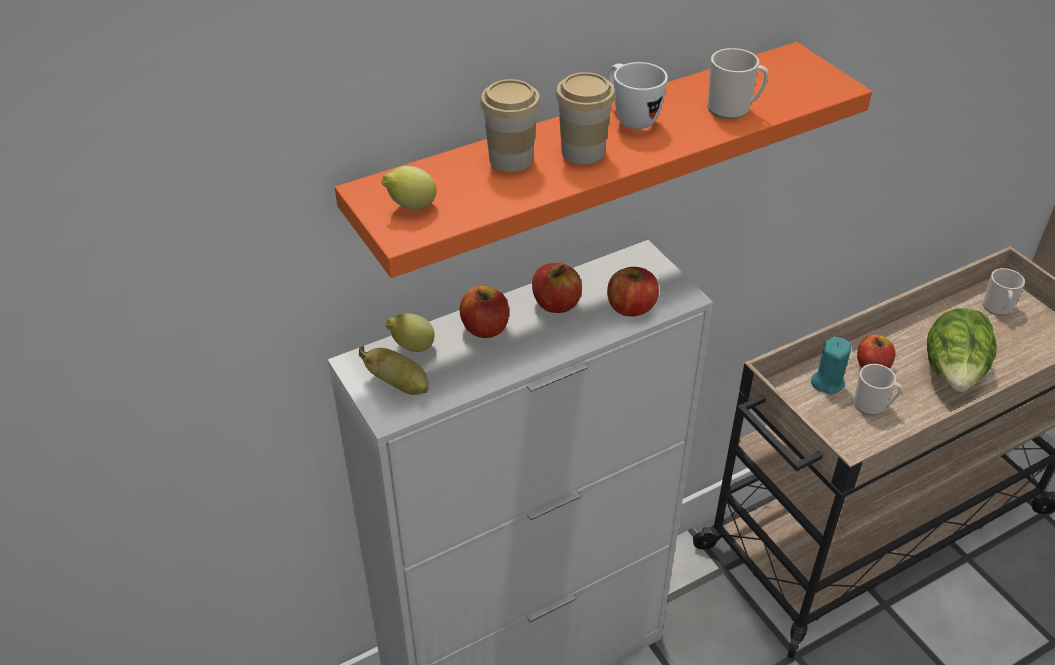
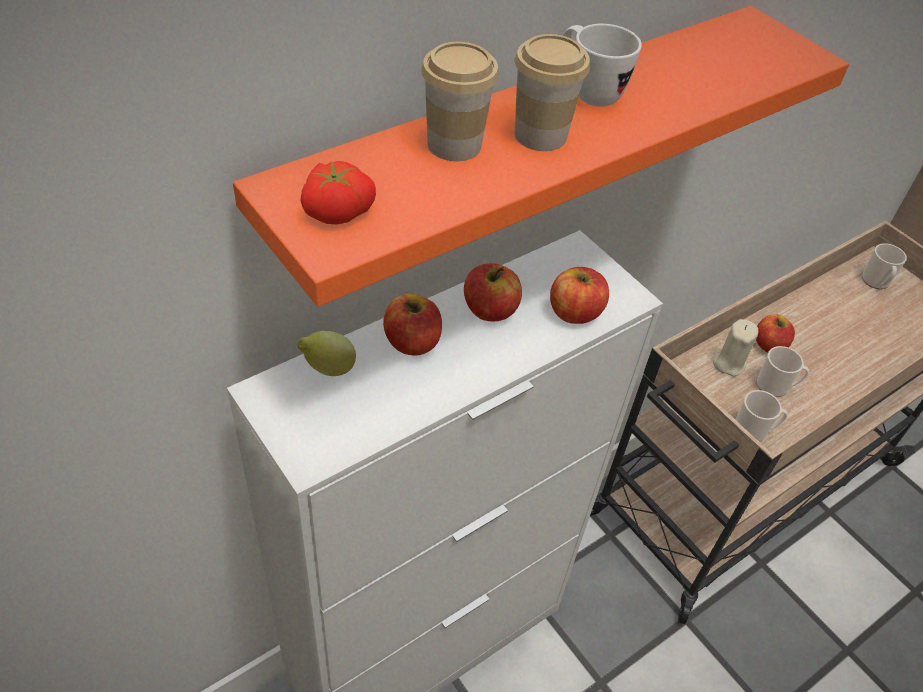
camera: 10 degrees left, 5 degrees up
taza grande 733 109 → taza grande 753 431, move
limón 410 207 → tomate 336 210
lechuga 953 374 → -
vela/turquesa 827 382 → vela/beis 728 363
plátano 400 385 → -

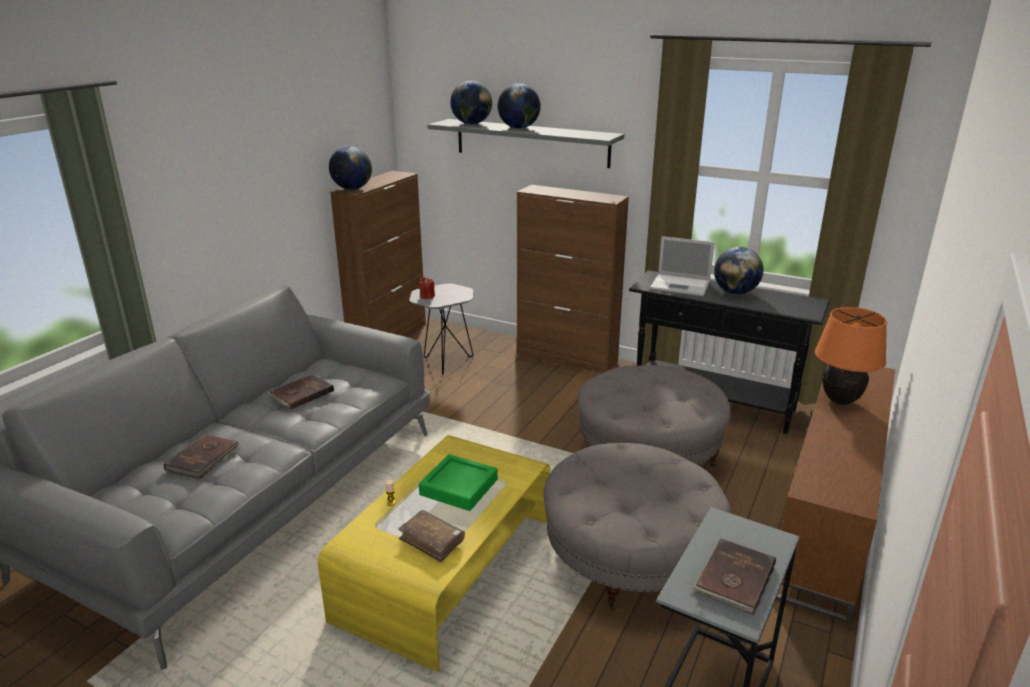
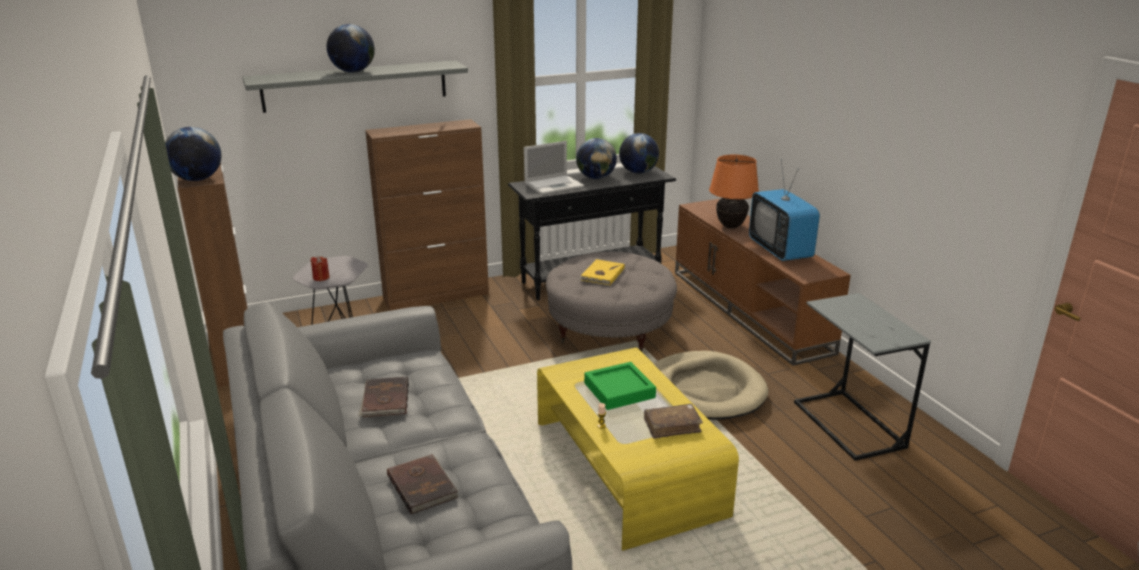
camera: 50 degrees left, 0 degrees up
globo terráqueo 471 124 → globo terráqueo 638 172, move
puf/gris 630 556 → cama para perro/beis 706 390
libro/marrón 733 578 → -
- → televisor 780 250
- → libro/amarillo 601 274

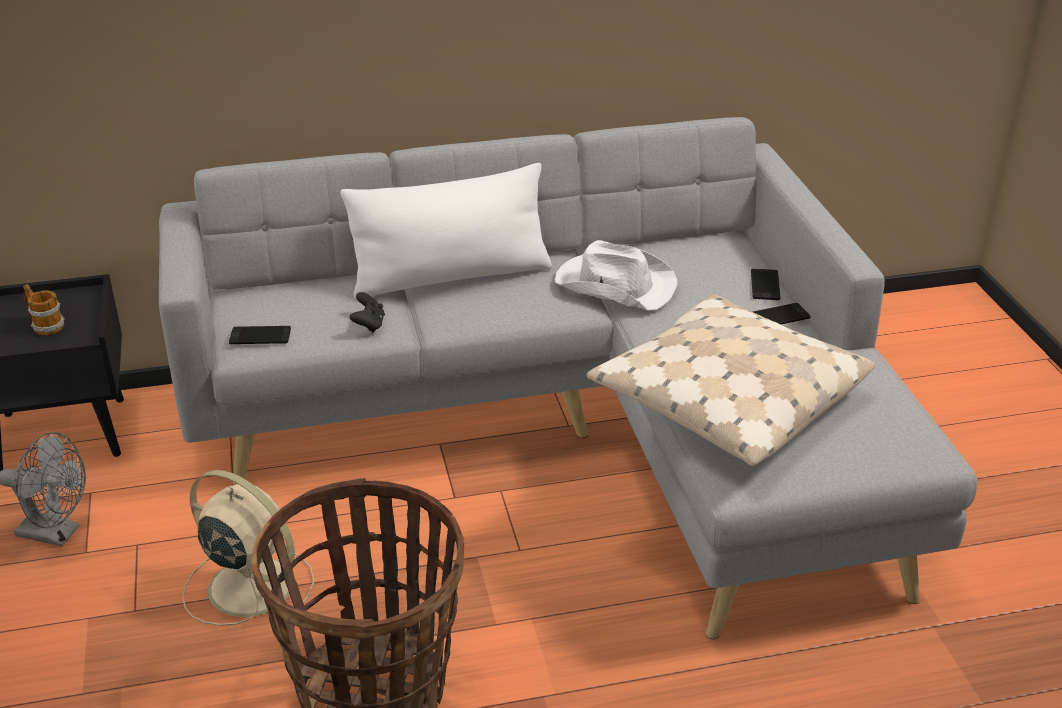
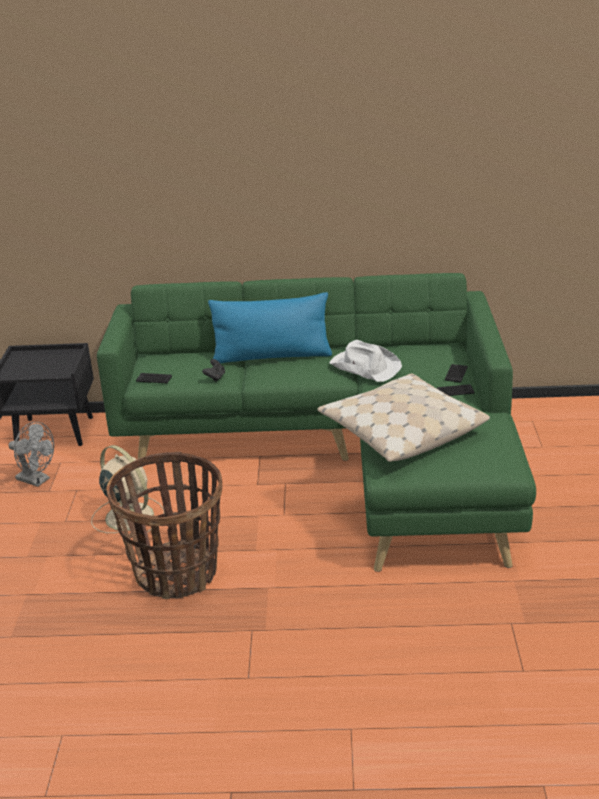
camera: 15 degrees right, 5 degrees down
sofá/gris 582 438 → sofá/verde 344 460
cojín/blanco 451 276 → cojín/azul 272 356
taza grande 44 325 → -

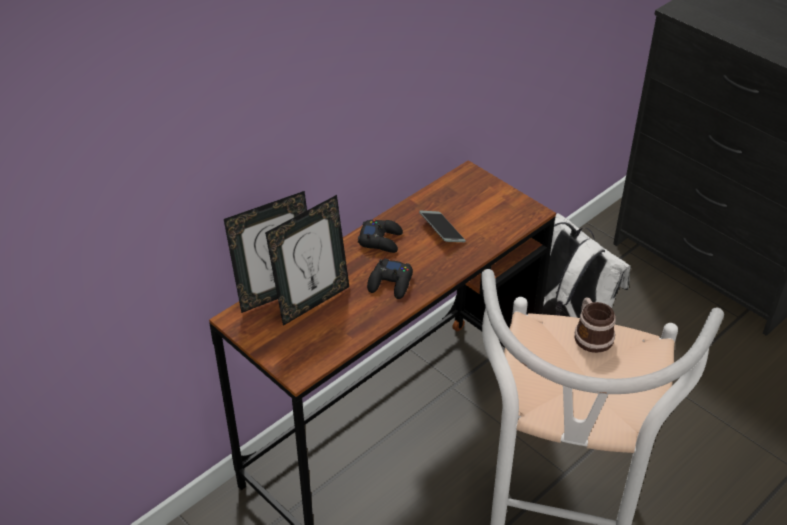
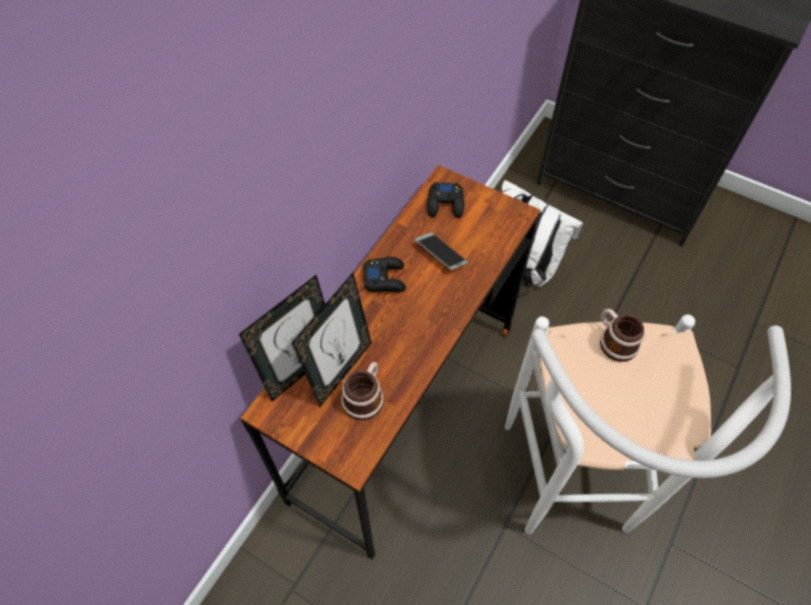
camera: 15 degrees left, 15 degrees up
mando de consola/negro 391 283 → mando de consola/negro 445 204, move
- → taza grande 365 396

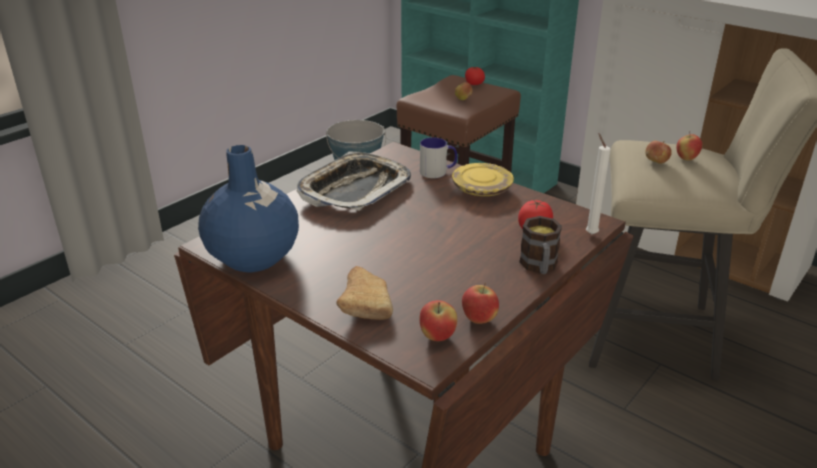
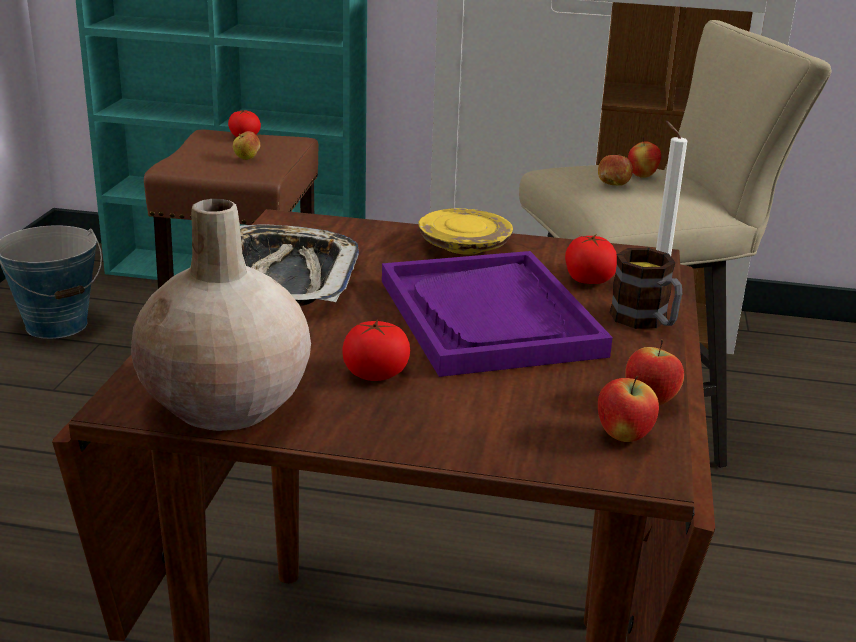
camera: 30 degrees left, 5 degrees down
taza grande 438 172 → -
florero/azul 253 257 → florero/beis 226 405
pan 365 302 → -
- → bandeja/morado 489 317
- → tomate 376 374

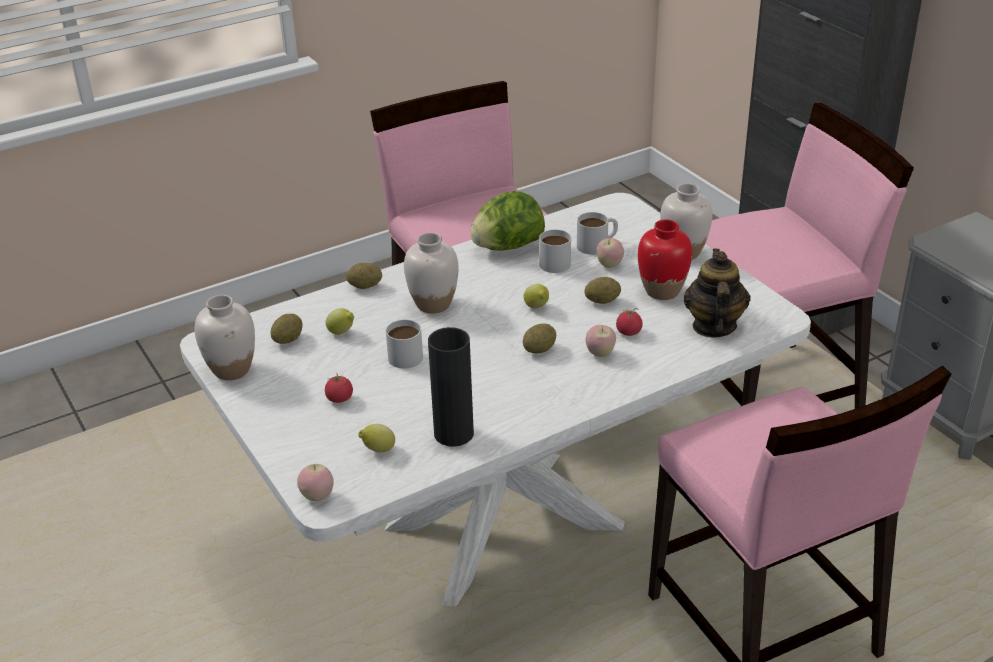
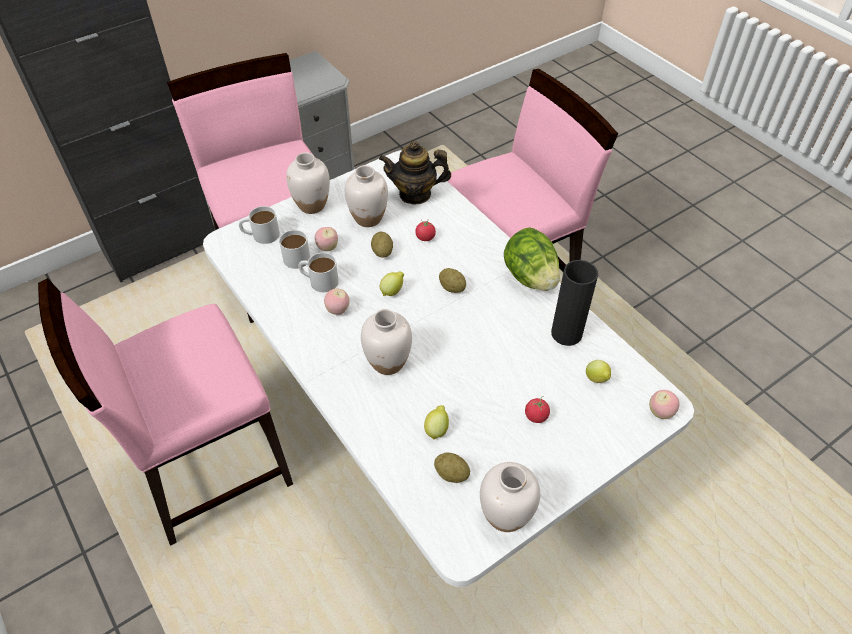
camera: 95 degrees left, 15 degrees up
lechuga 507 247 → lechuga 530 277, move
florero/rojo 662 291 → florero/blanco 368 218
patata 365 286 → -
taza grande/blanco 406 353 → taza grande/blanco 260 234, move
manzana 600 353 → manzana 338 310, move

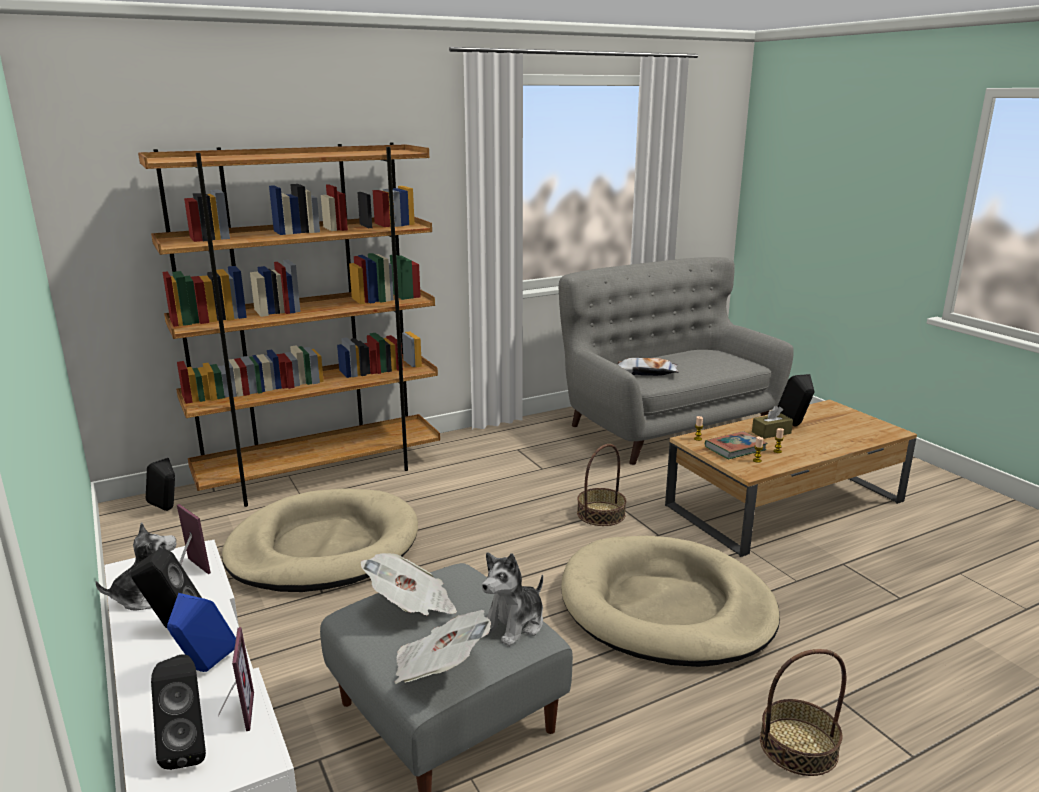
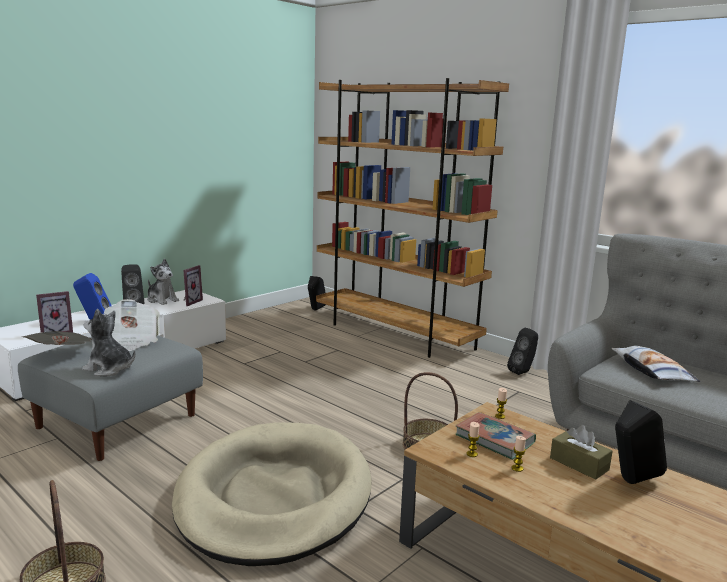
camera: 70 degrees right, 5 degrees down
cama para perro/beis 323 547 → -
altavoz/negro 188 748 → altavoz/negro 523 372, move

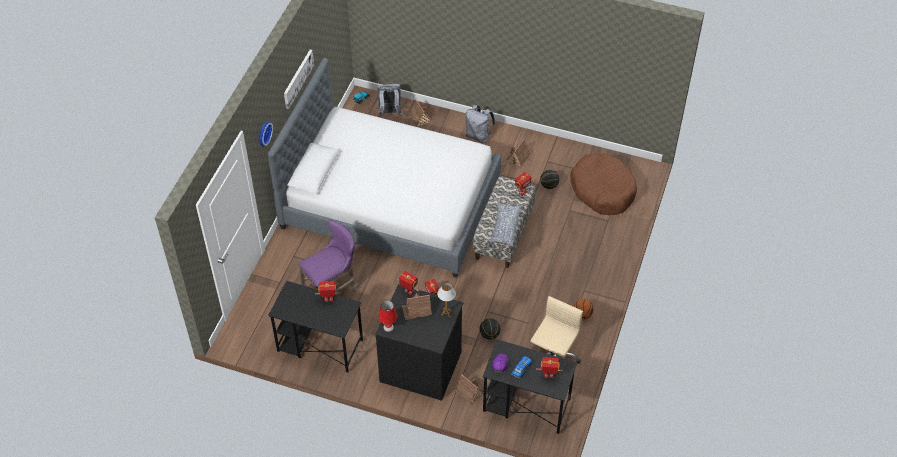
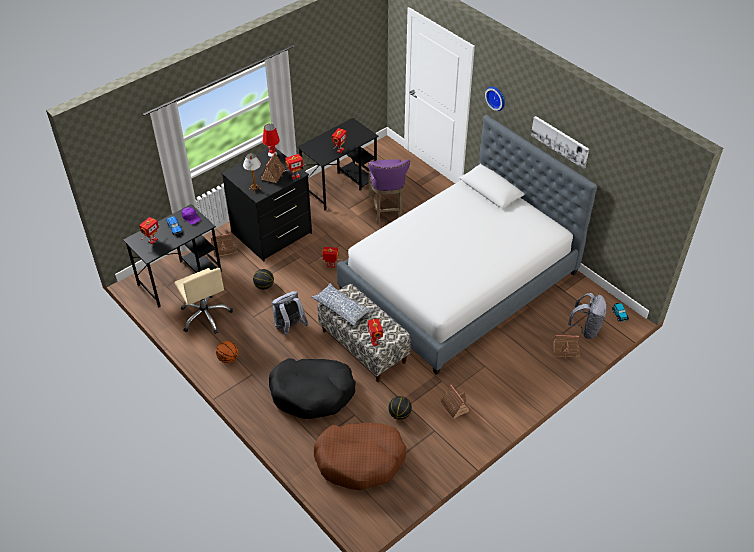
camera: 120 degrees right, 5 degrees down
mochila/gris 478 136 → mochila/gris 289 327, move
- → cama para perro/negro 312 393

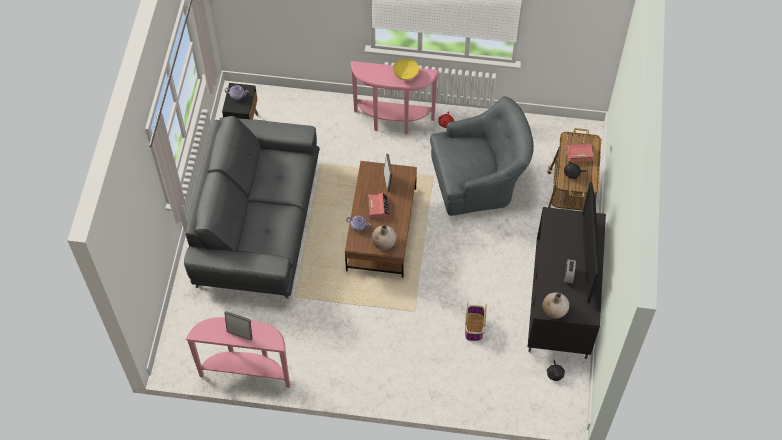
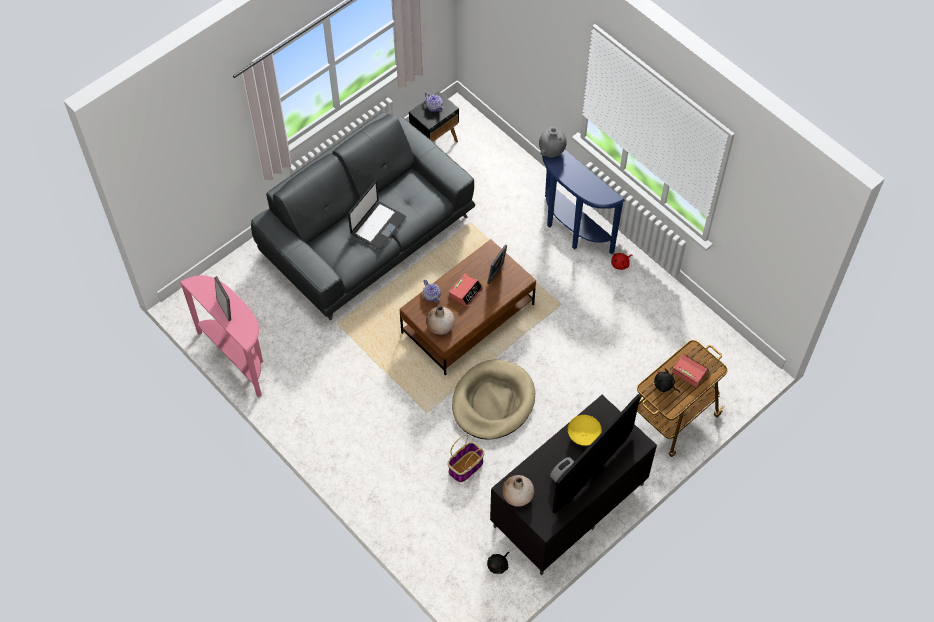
camera: 40 degrees right, 0 degrees up
cuenco/amarillo 406 74 → cuenco/amarillo 584 435, move
mesa consola/rosa 393 122 → mesa consola/azul 571 230
sillón/gris 479 180 → -
- → florero/gris 552 151
- → portátil 377 225
- → cama para perro/beis 493 401

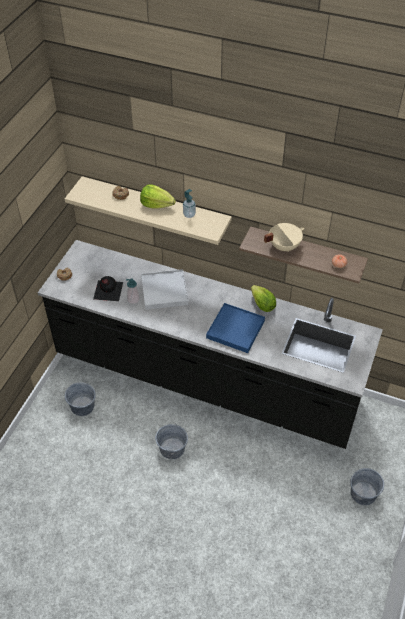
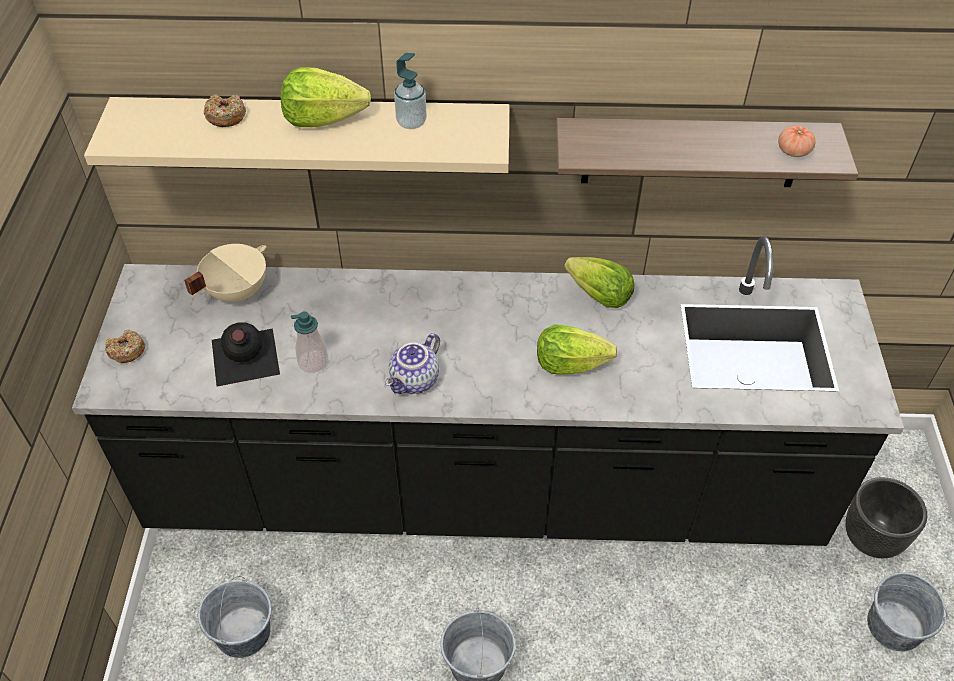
camera: 20 degrees left, 0 degrees up
olla/beis 283 246 → olla/beis 236 291, move
bandeja/blanco 164 291 → -
bandeja/azul 235 329 → lechuga 569 364
- → tetera 415 381
- → maceta/negro 870 538

